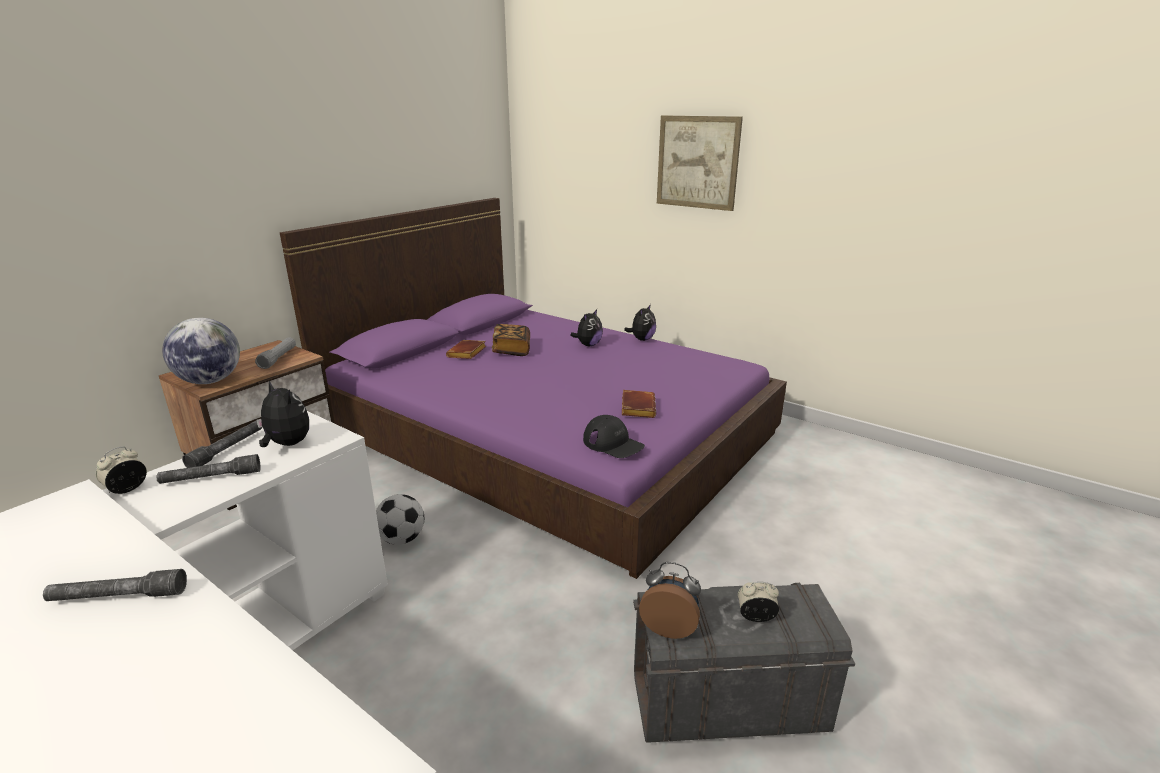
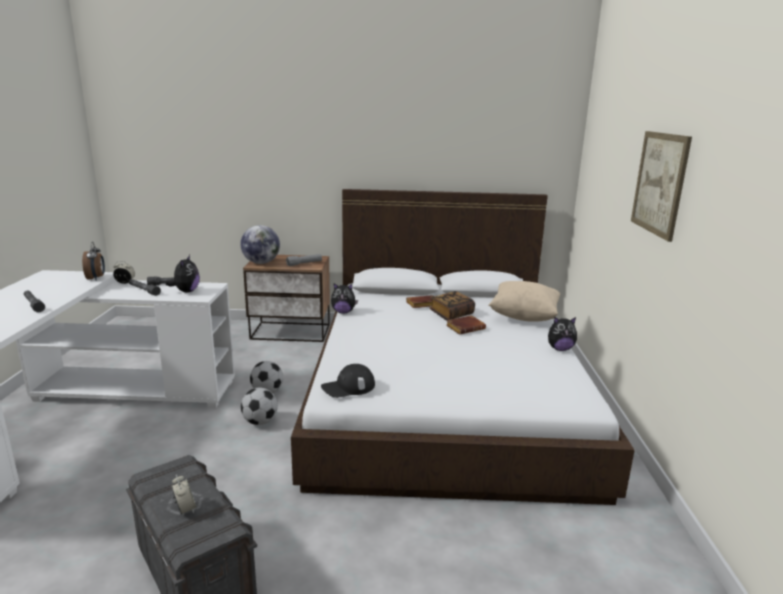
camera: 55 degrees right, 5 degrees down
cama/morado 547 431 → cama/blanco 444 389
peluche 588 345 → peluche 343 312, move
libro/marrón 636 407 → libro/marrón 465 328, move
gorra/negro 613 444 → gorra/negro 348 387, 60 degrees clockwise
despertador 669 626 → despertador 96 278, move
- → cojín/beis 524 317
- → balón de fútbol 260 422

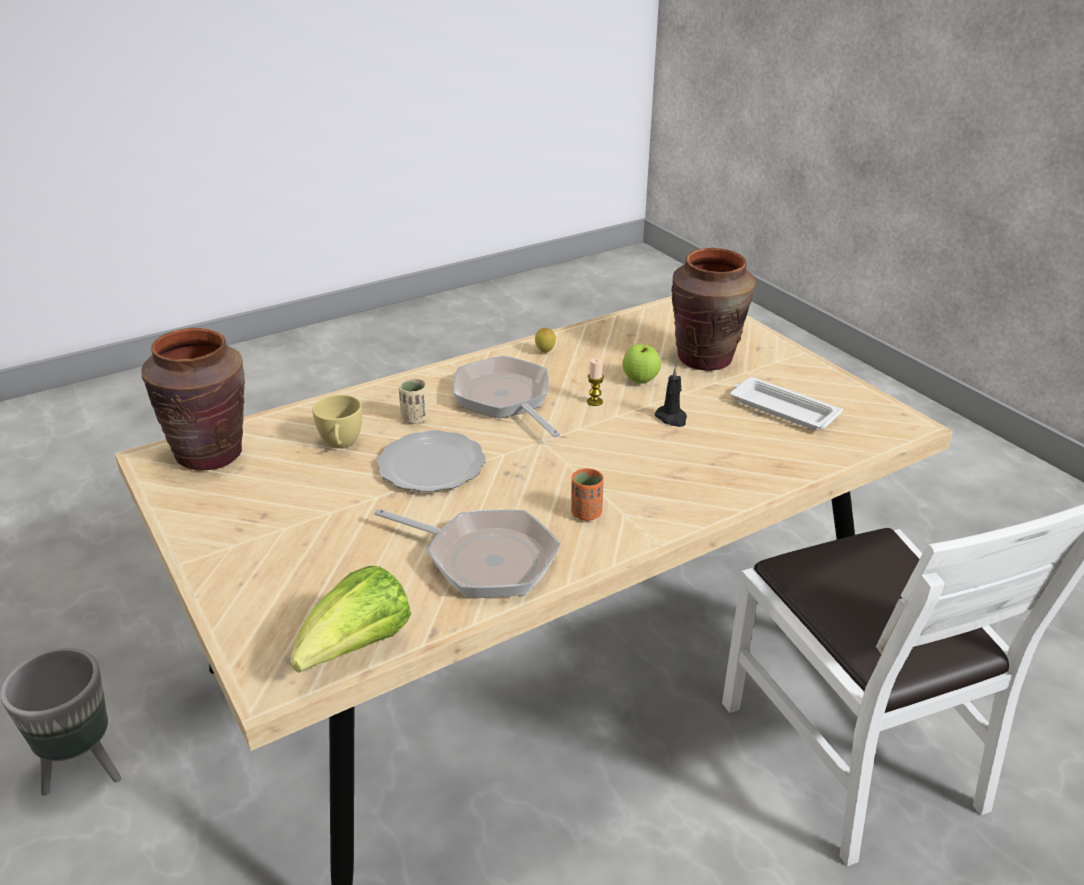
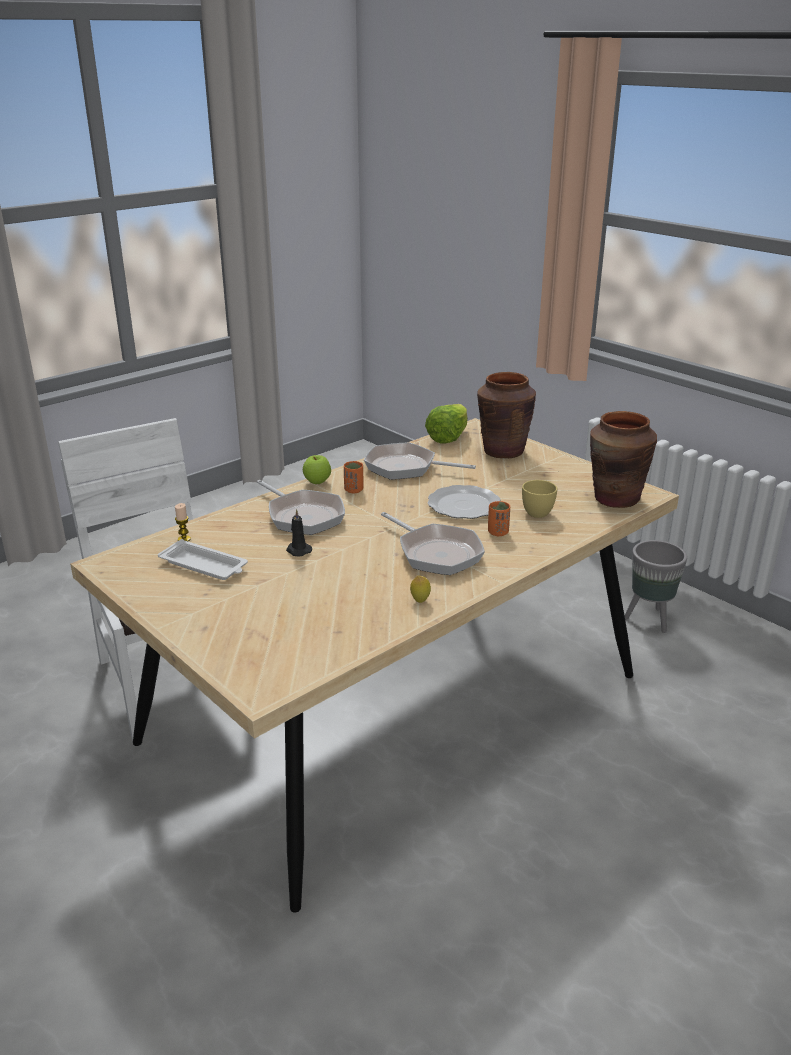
camera: 170 degrees right, 5 degrees down
florero/marrón 705 358 → florero/marrón 503 451, move
manzana 640 380 → manzana 317 482, move
vela 594 402 → vela 184 539, move
taza/beis 414 418 → taza/naranja 498 532
- → sartén 303 516

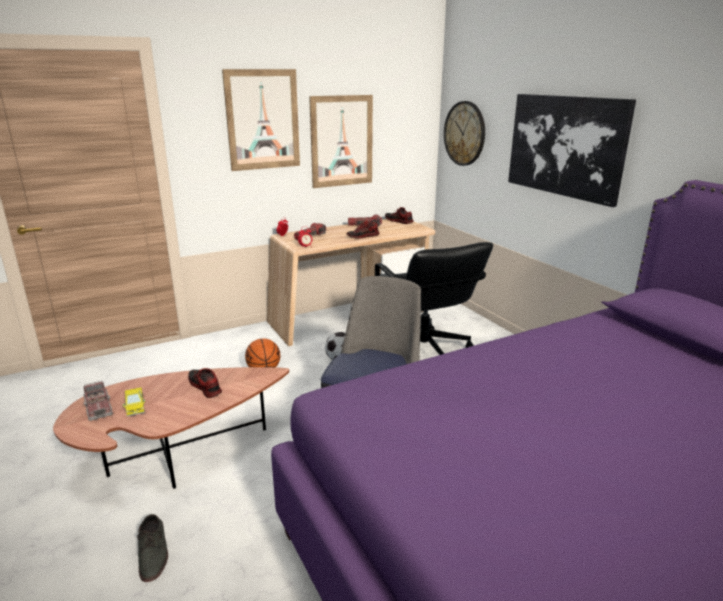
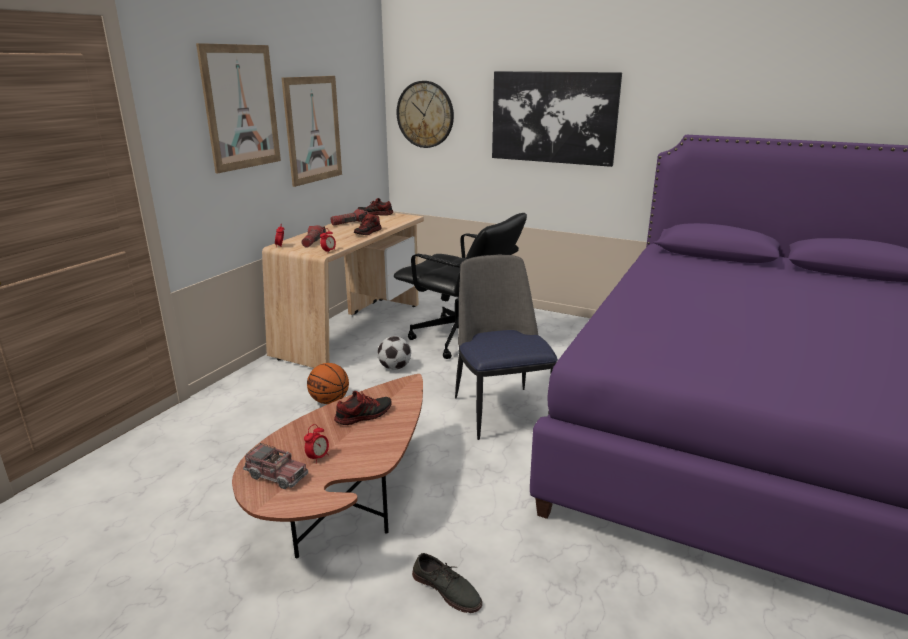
camera: 35 degrees left, 0 degrees up
zapato 204 387 → zapato 363 415, 135 degrees clockwise
camión de juguete 135 407 → despertador 318 458

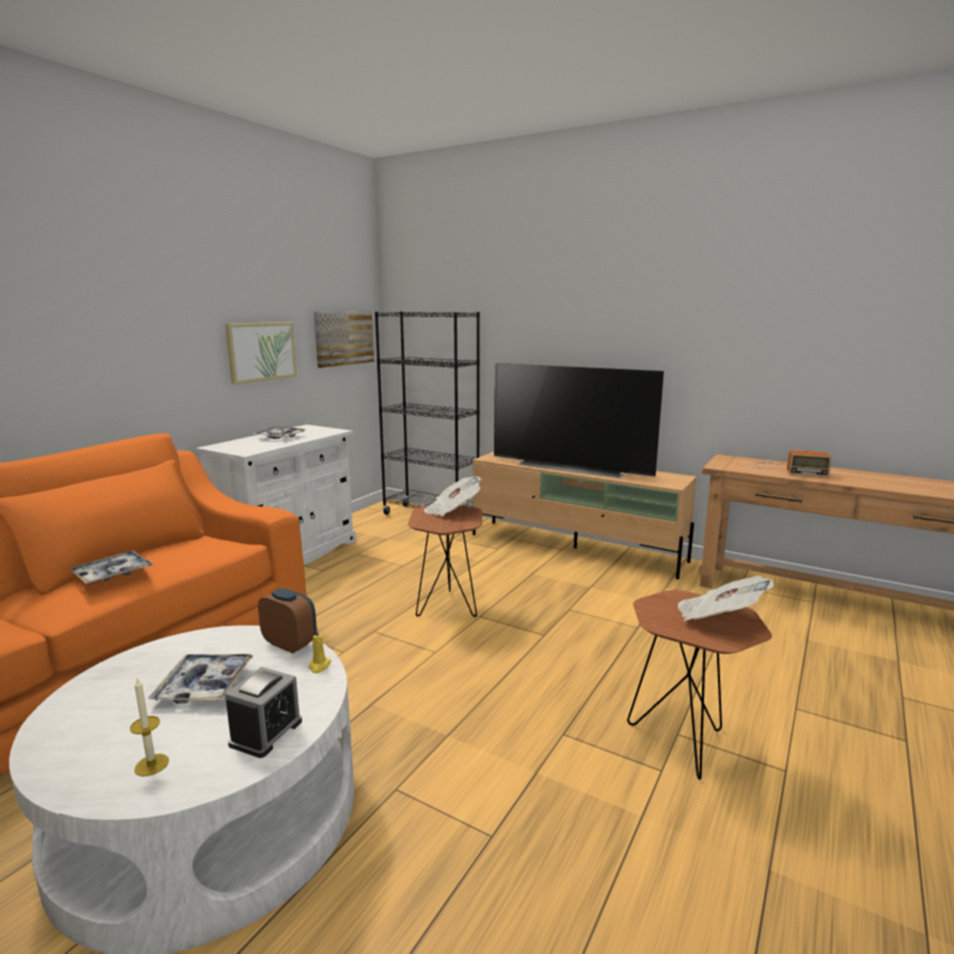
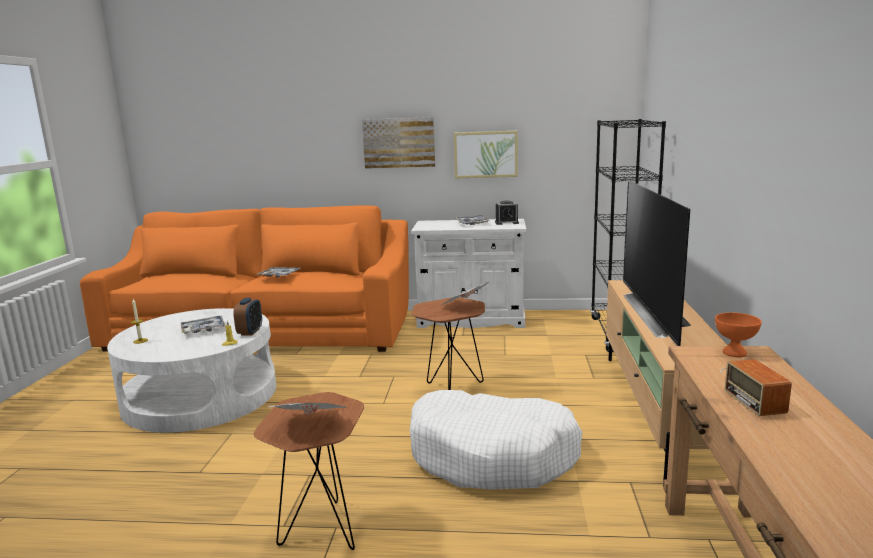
camera: 65 degrees right, 0 degrees up
cuadro 343 338 → cuadro 399 143, move
despertador 266 733 → despertador 506 222, move
- → cuenco/naranja 733 353
- → cama para perro/blanco 492 456

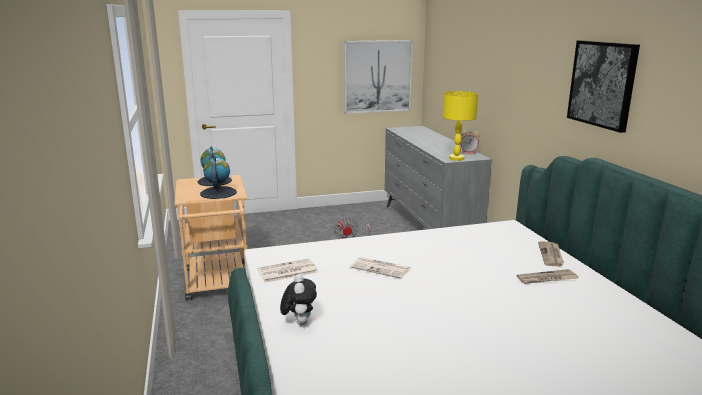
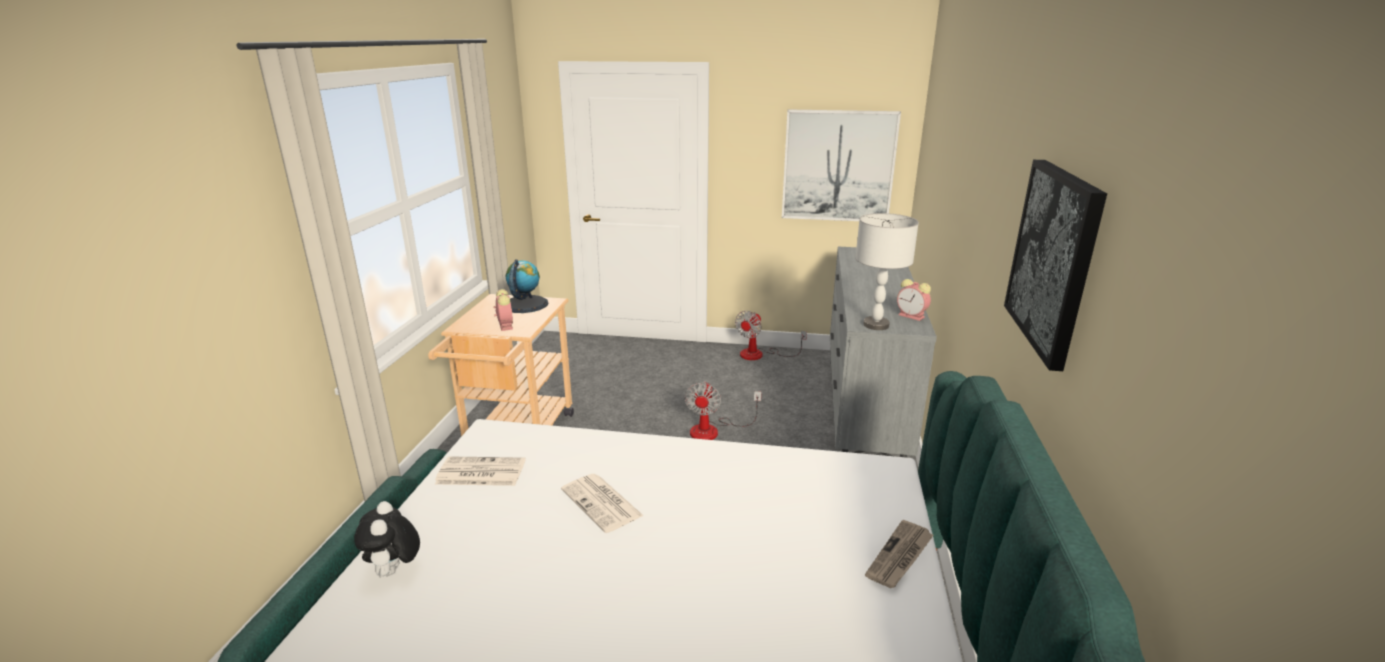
camera: 25 degrees right, 5 degrees up
lámpara de mesa/amarillo 456 158 → lámpara de mesa/gris 875 325
globo terráqueo 218 193 → despertador 505 325
periódico 547 279 → -
peluche 299 322 → peluche 394 571, 150 degrees clockwise
- → ventilador 760 354

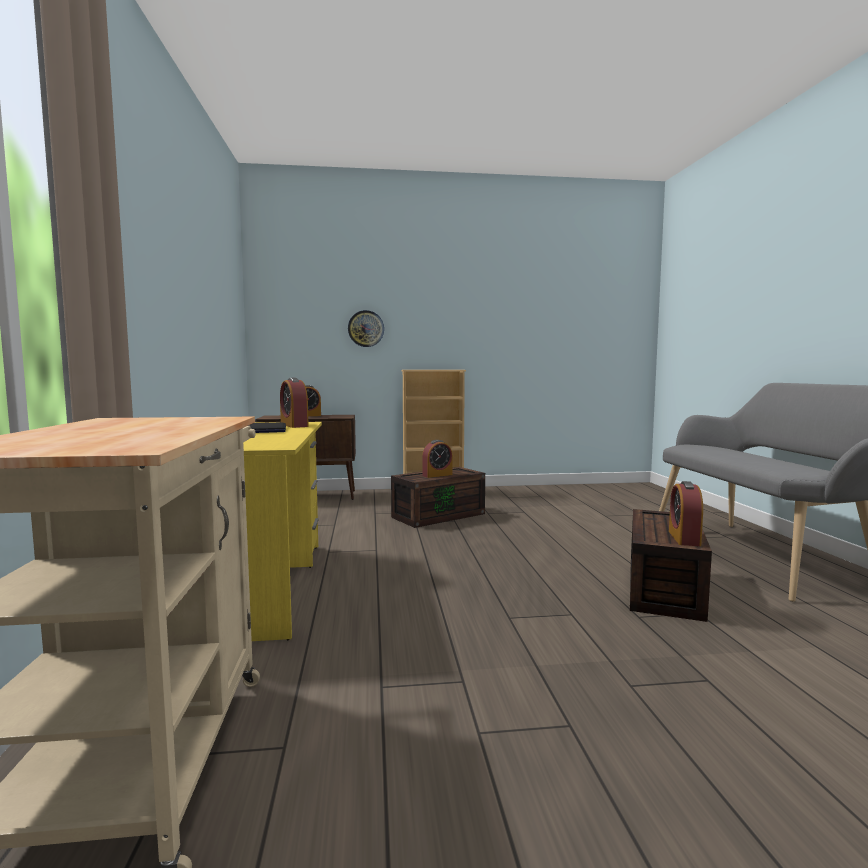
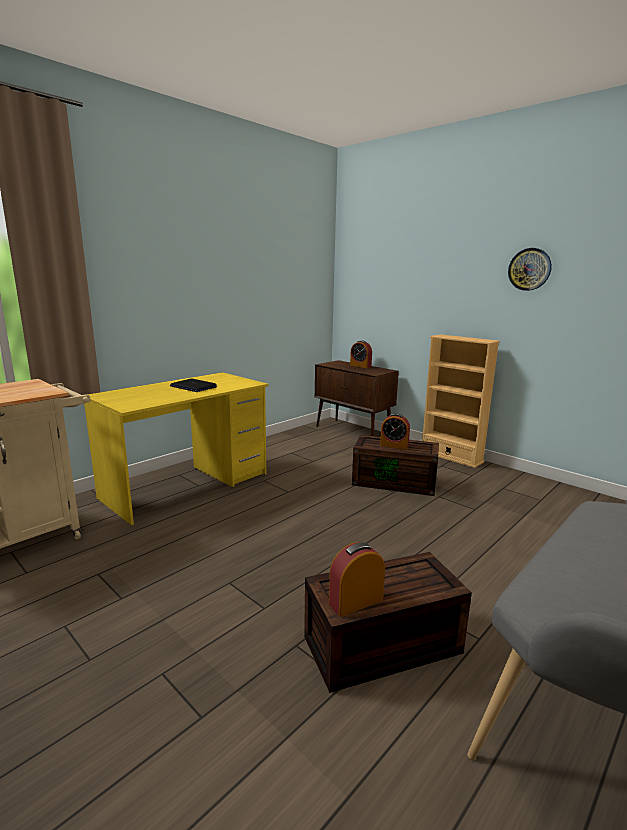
camera: 50 degrees right, 10 degrees up
reloj de pared 366 328 → reloj de pared 529 269, move
despertador 294 425 → -

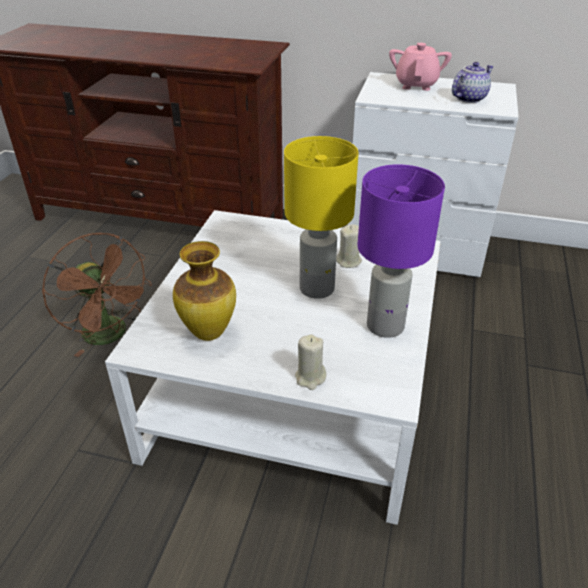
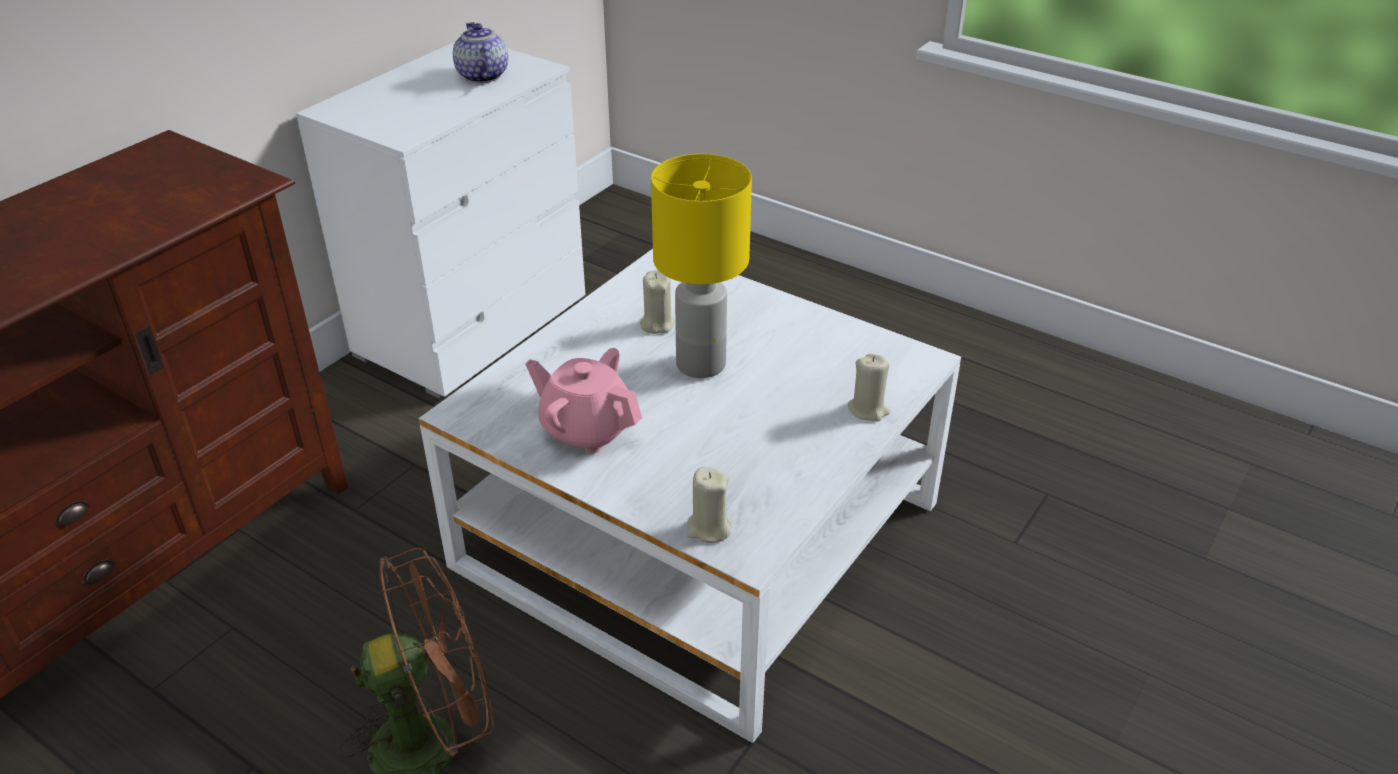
camera: 70 degrees left, 0 degrees up
tetera/rosa 416 85 → tetera/rosa 586 430, move
lámpara de mesa/morado 386 325 → -
florero 210 332 → -
- → vela/beis 708 528

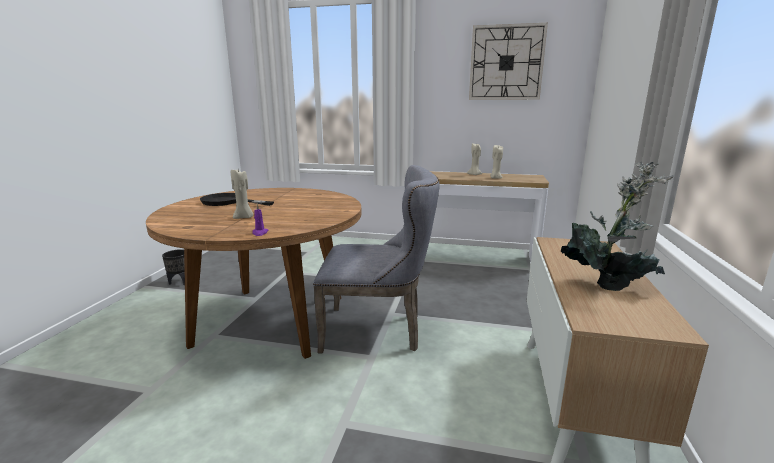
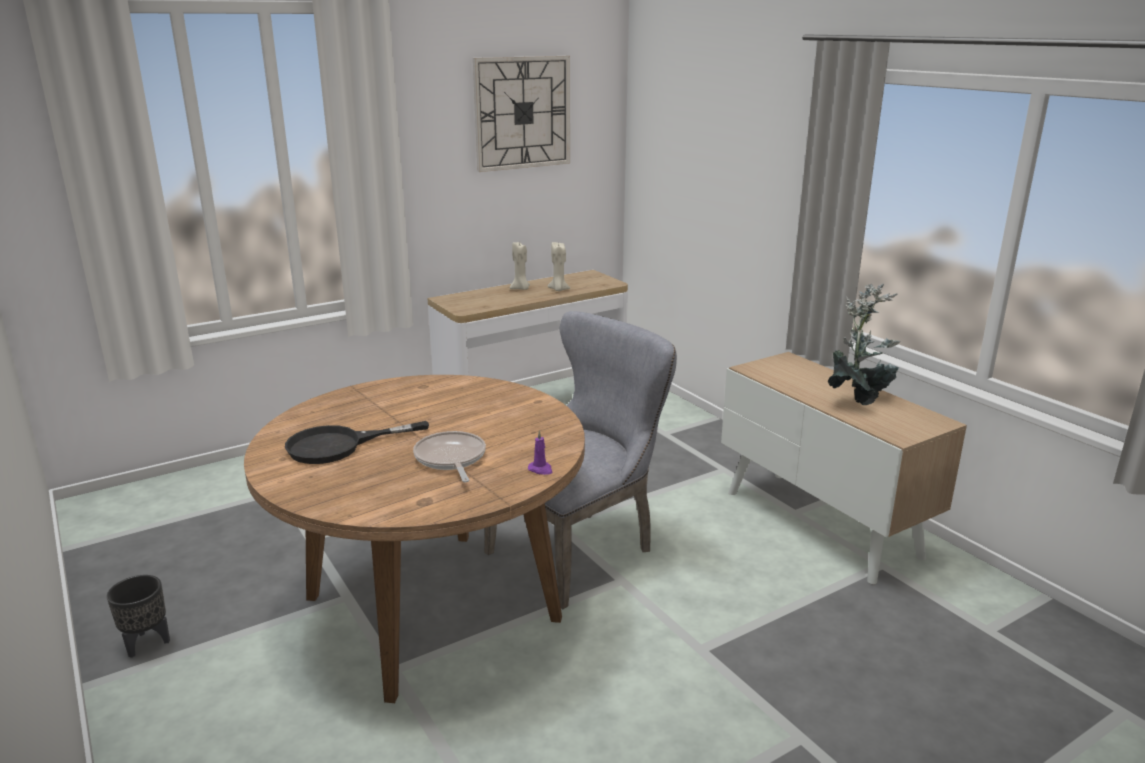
camera: 45 degrees left, 5 degrees up
vela/beis 244 217 → sartén 450 459

